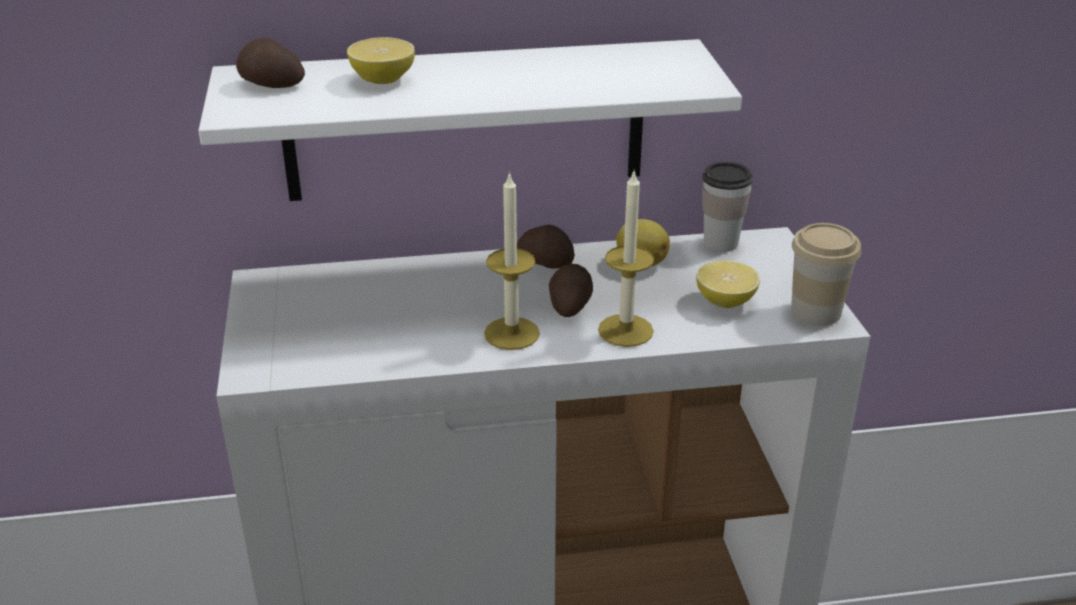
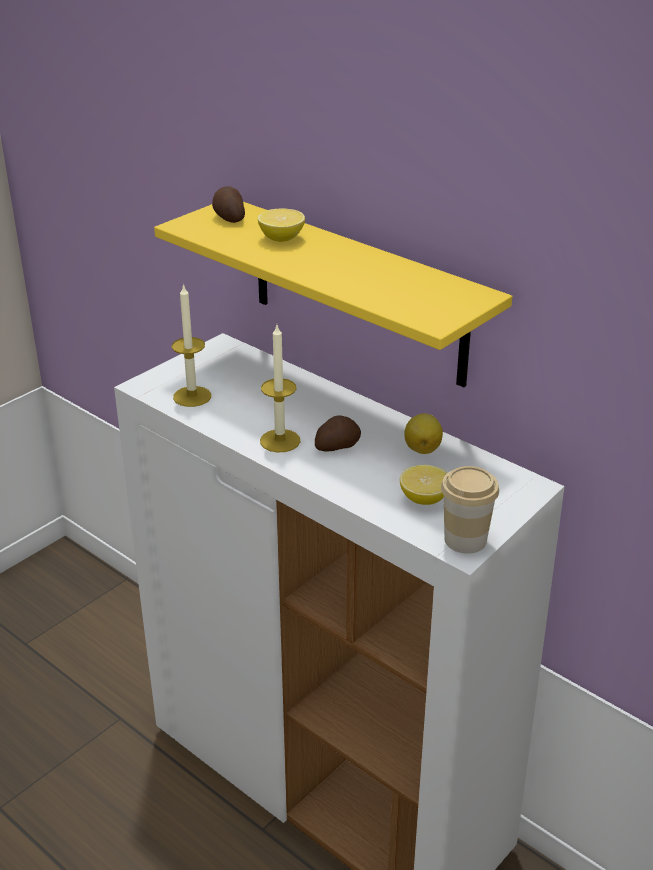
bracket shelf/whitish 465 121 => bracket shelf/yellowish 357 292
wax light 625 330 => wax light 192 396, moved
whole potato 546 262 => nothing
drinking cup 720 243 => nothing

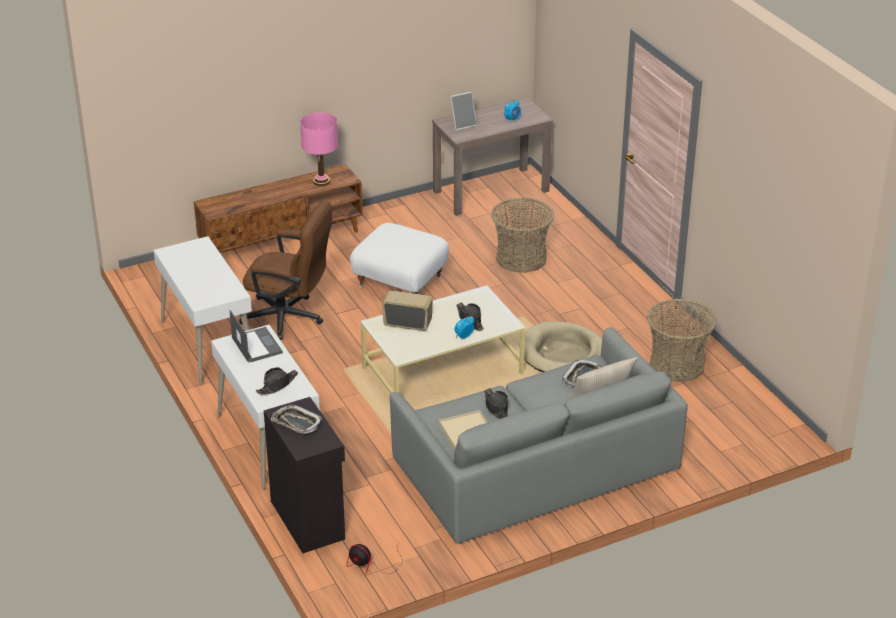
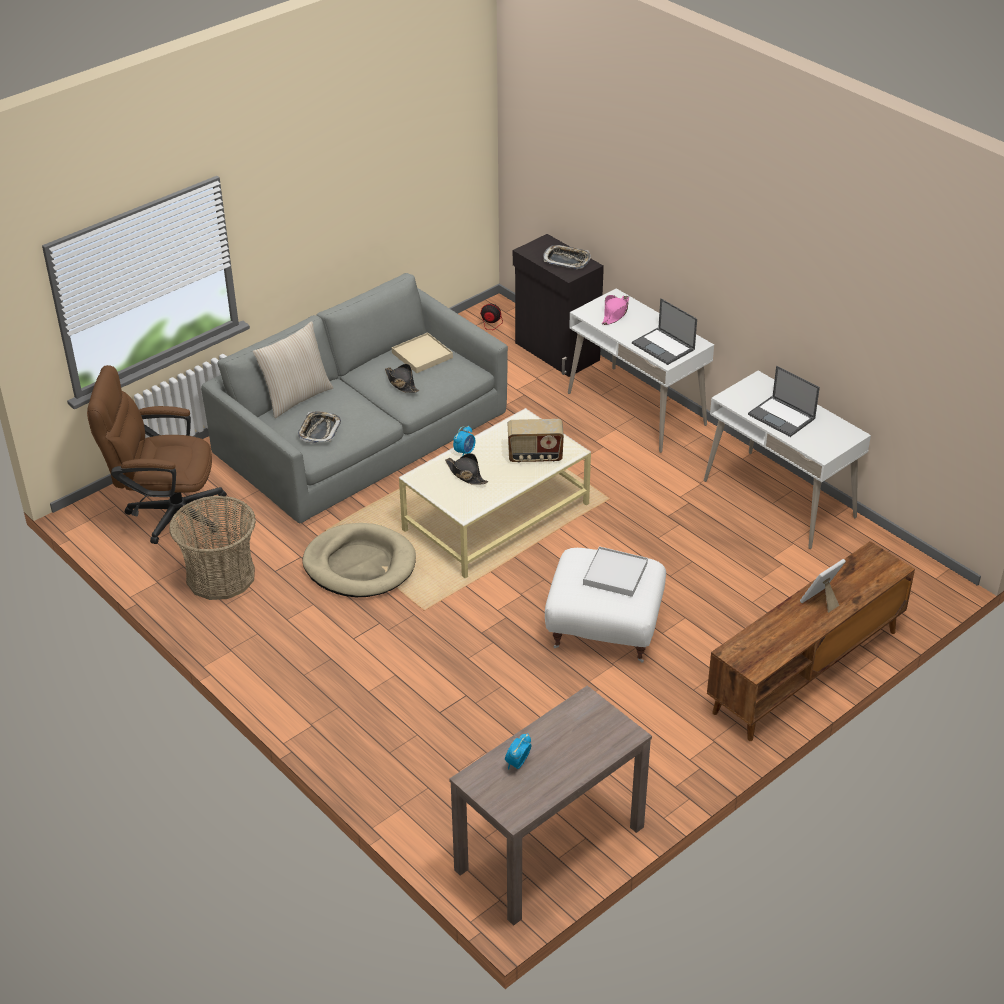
computer chair/brownish 290 318 => computer chair/brownish 167 513, moved
nothing => tray/whitish 615 574
hat/blackish 277 385 => hat/pinkish 615 313
nothing => notebook computer 782 417
picture frame 463 124 => picture frame 821 601, moved
lamp for a table/pinkish 321 181 => nothing
storage basket 521 258 => nothing

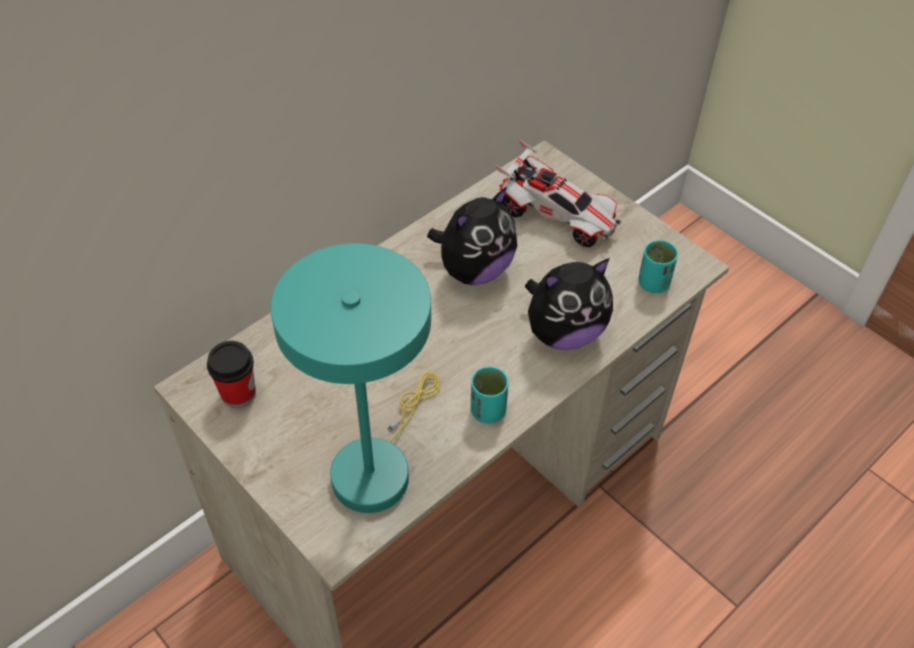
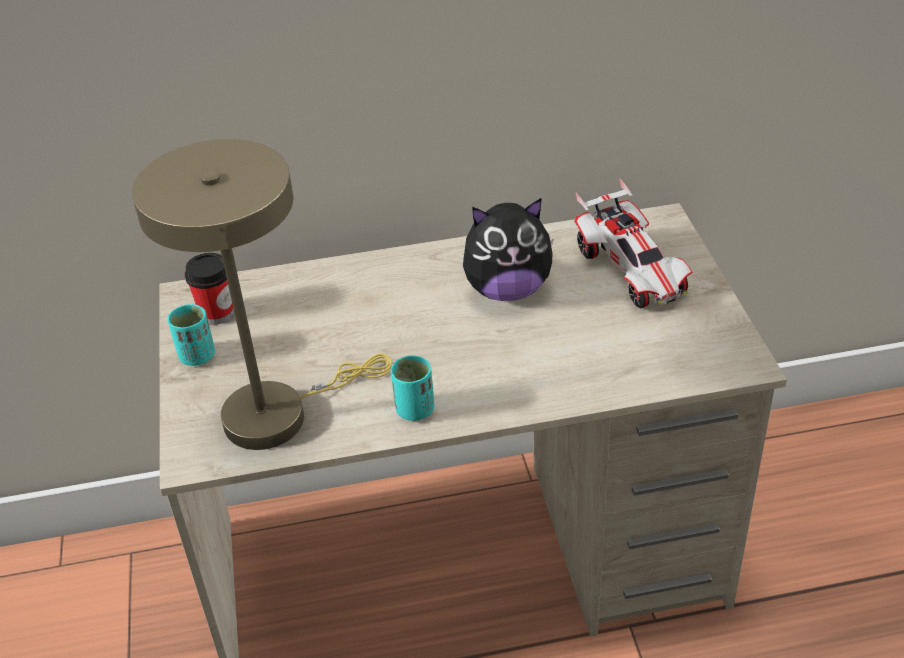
lamp for a table/blue-green 376 466 => lamp for a table/sand-coloured 278 413
drinking cup/blue-green 653 283 => drinking cup/blue-green 197 356, moved
soft toy 563 332 => nothing

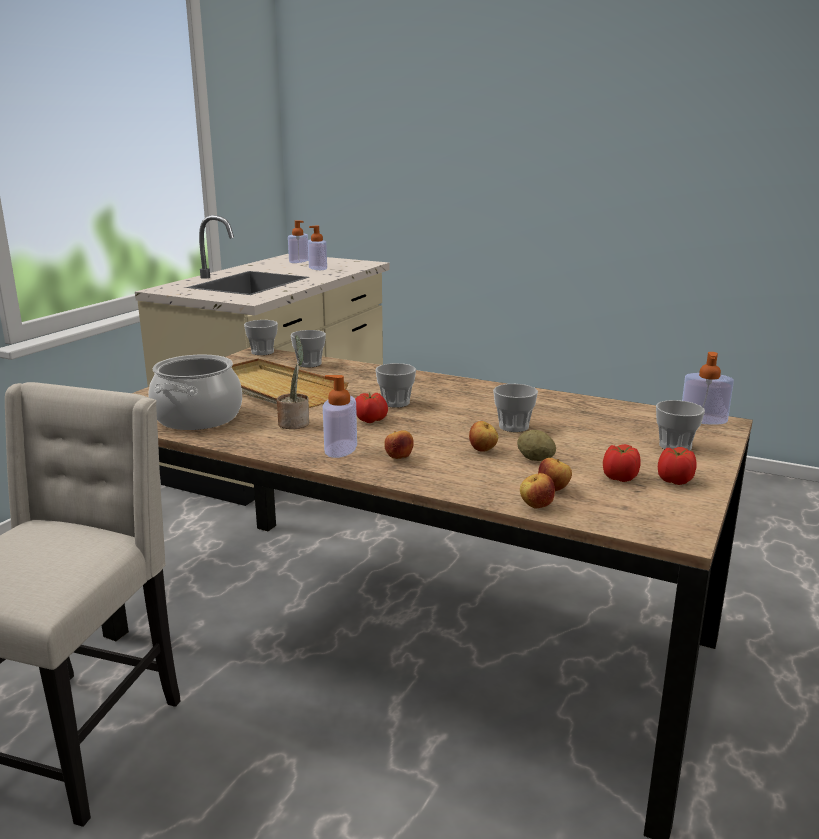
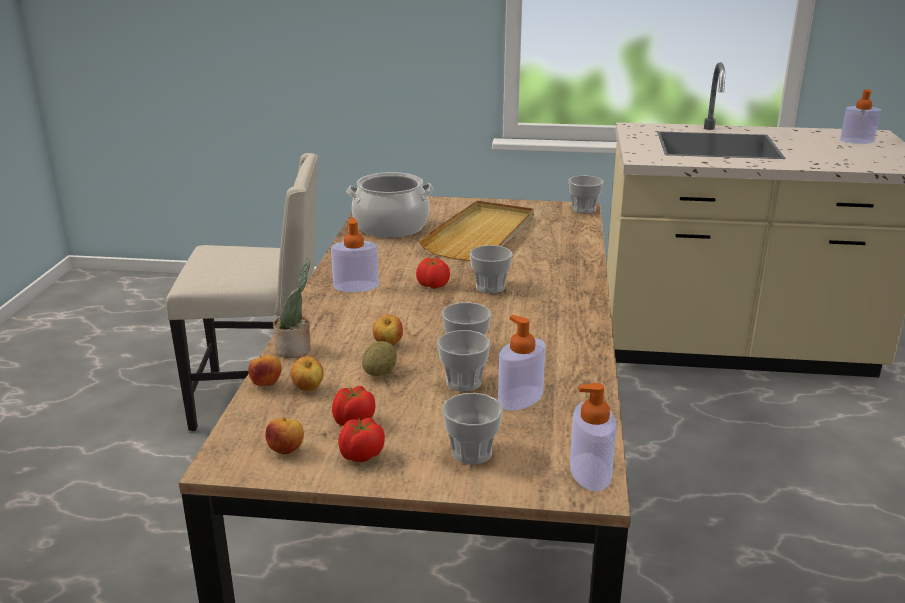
apple 398 458 => apple 287 450, moved
potted plant 295 423 => potted plant 296 349, moved
drinking cup 309 364 => drinking cup 463 382, moved
liquid soap bottle 318 268 => liquid soap bottle 520 398, moved

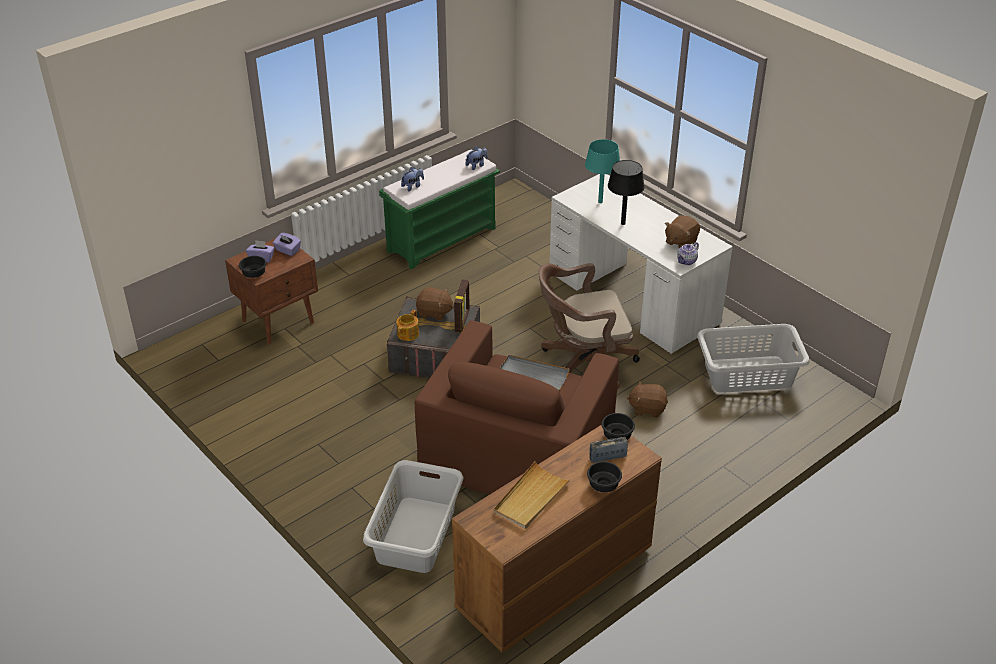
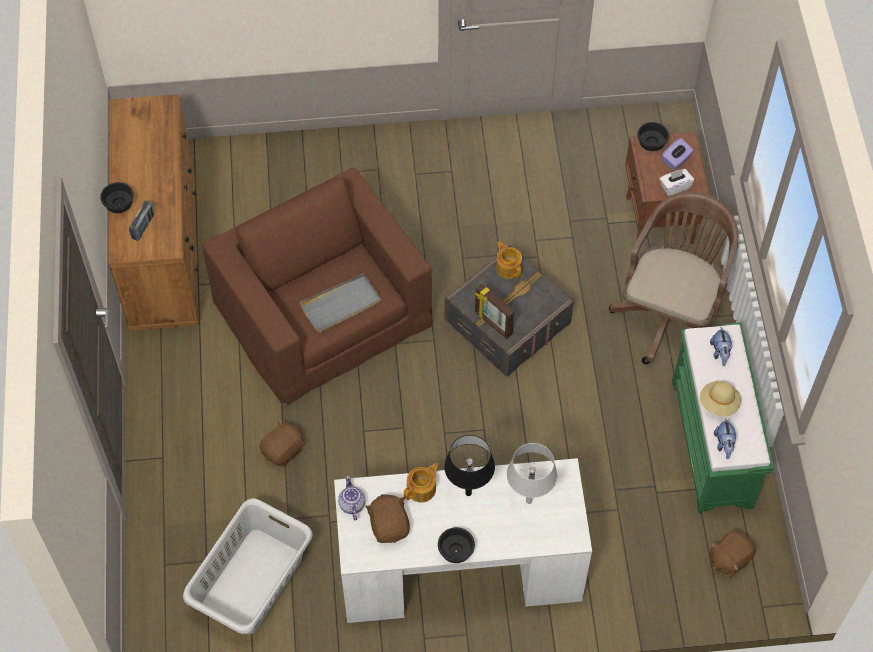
nothing => pot for tea 422 489
bowl/blackish 616 435 => bowl/blackish 457 550, moved
lamp for a table/blue-green 600 202 => lamp for a table/grey 528 500
computer chair/brownish 582 366 => computer chair/brownish 670 313, moved
box of tissues/purple-coloured 287 250 => box of tissues/whitish 675 187
nothing => hat/sand-coloured 719 403
soft toy/brownish 434 313 => soft toy/brownish 729 559, moved
hamper/grey 415 535 => nothing
tray/sand-coloured 531 498 => nothing

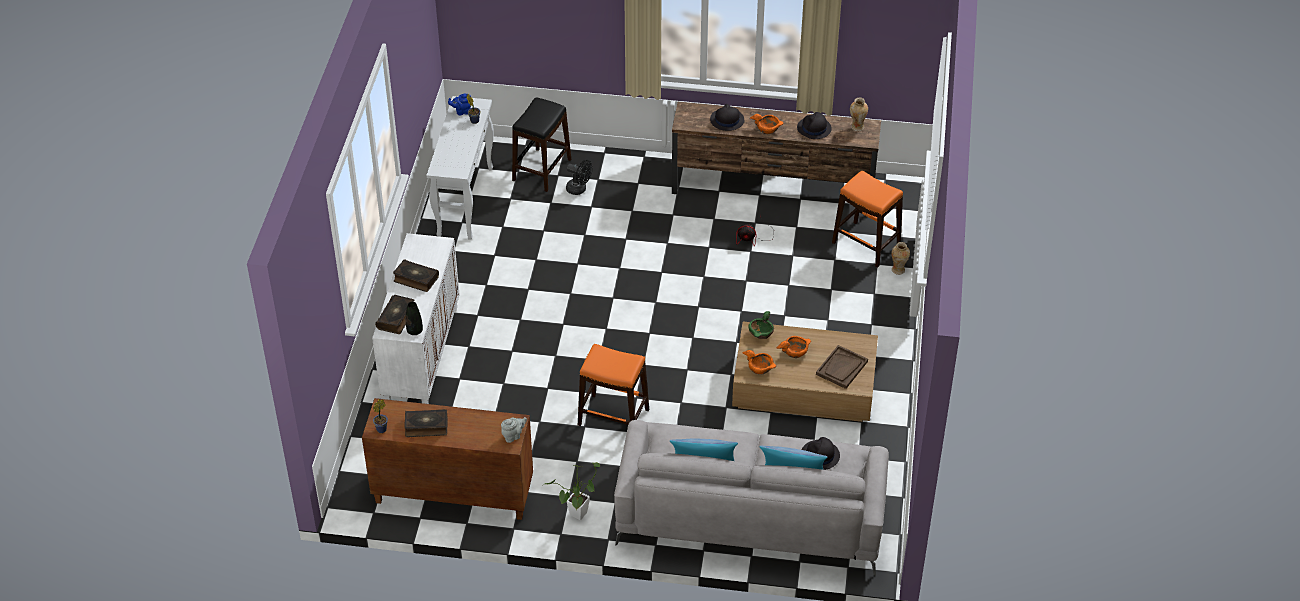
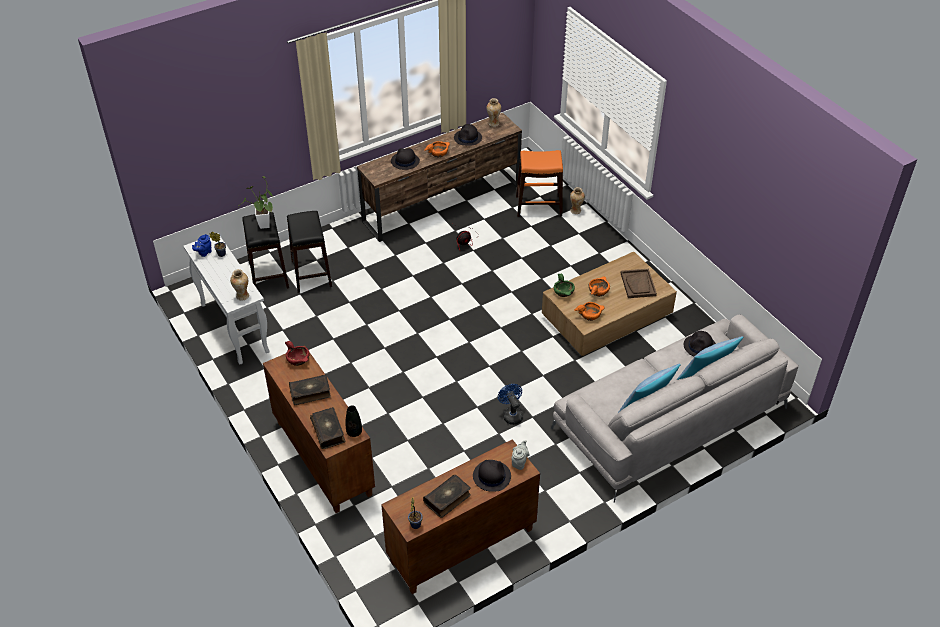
nothing => flower vase 242 296
potted plant 576 517 => potted plant 264 227, moved
cabinet/whitish 421 354 => cabinet/brownish 322 458
nothing => bowl/reddish 298 359
electric fan/blackish 579 189 => sitting stool/blackish 311 273
nothing => hat/blackish 491 476
sitting stool/orange-coloured 613 417 => electric fan/blue 511 414

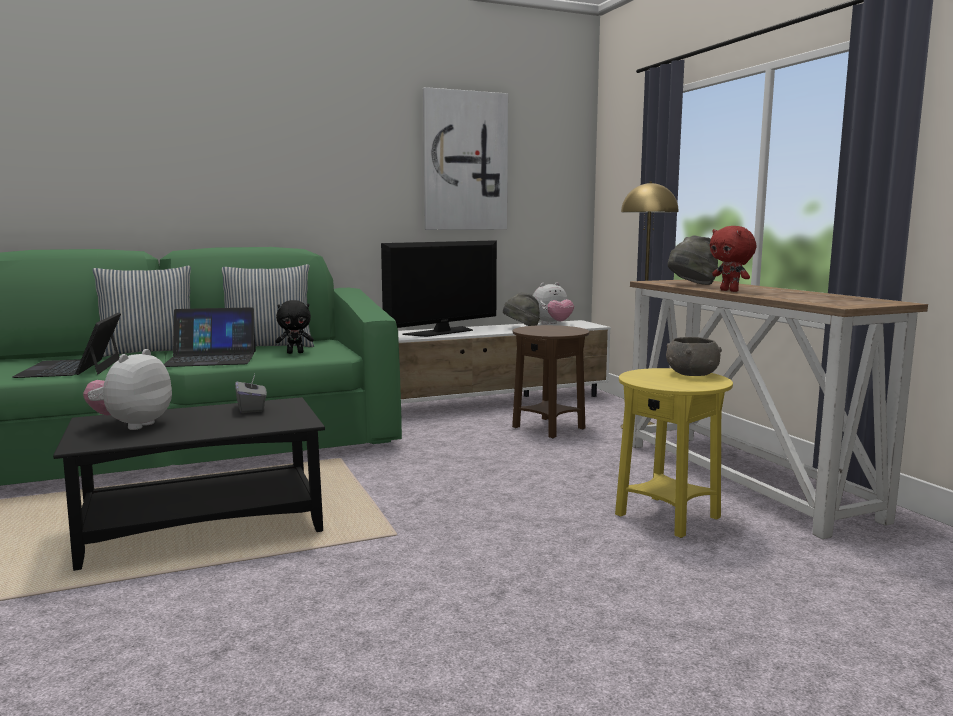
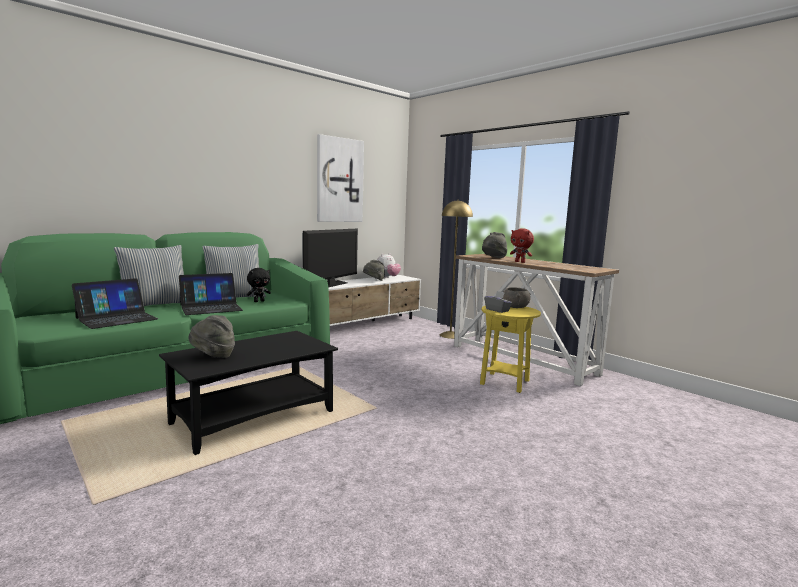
notebook computer 72 368 => notebook computer 117 318, 105 degrees counterclockwise
soft toy 132 425 => hat/grey 213 356
box of tissues/grey 252 408 => box of tissues/grey 497 310, moved
end table/brownish 549 428 => nothing

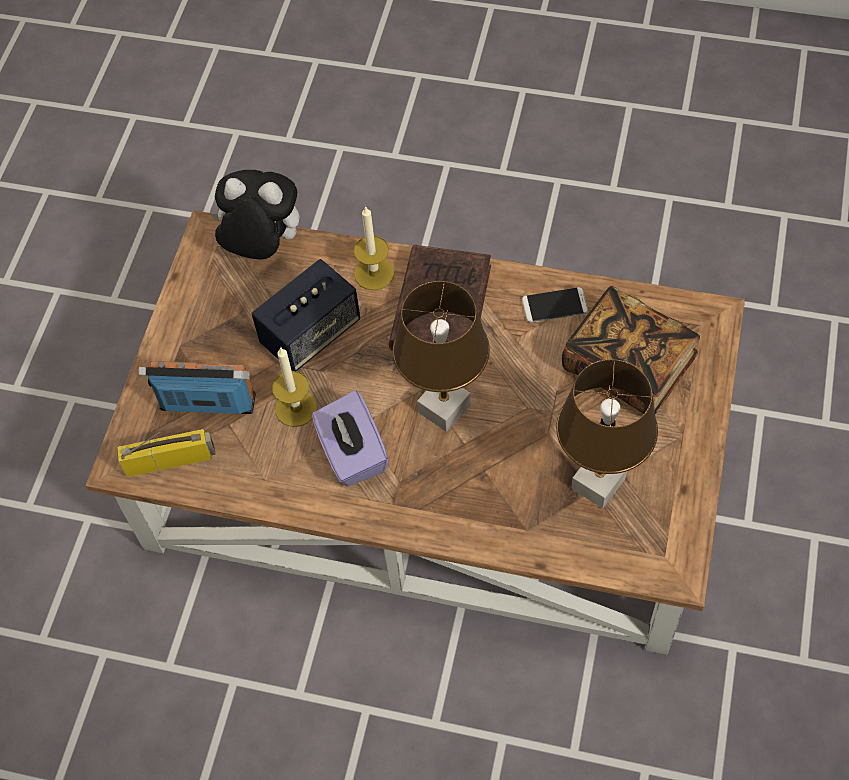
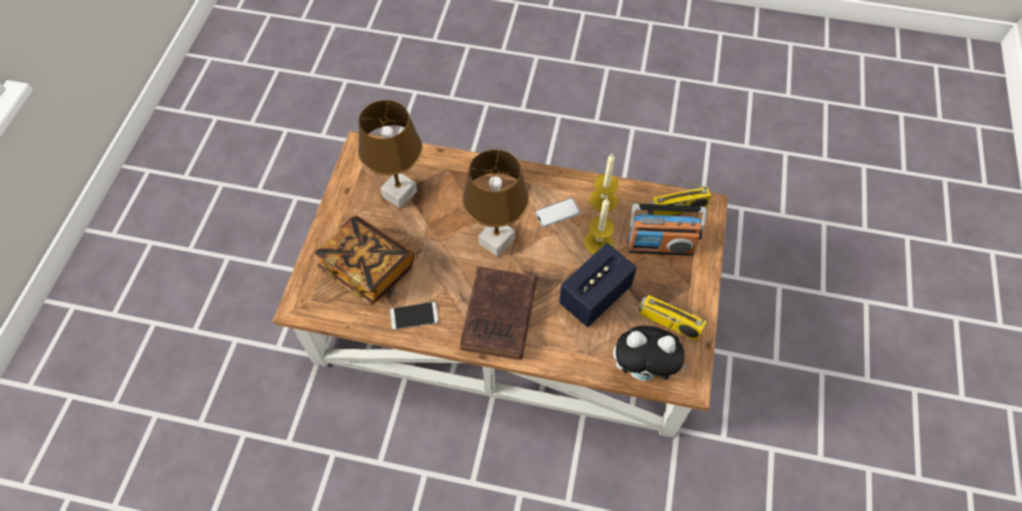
box of tissues/purple-coloured 352 453 => handset 557 212
wax light 374 273 => wax light 603 200, moved
nothing => radio 668 323

